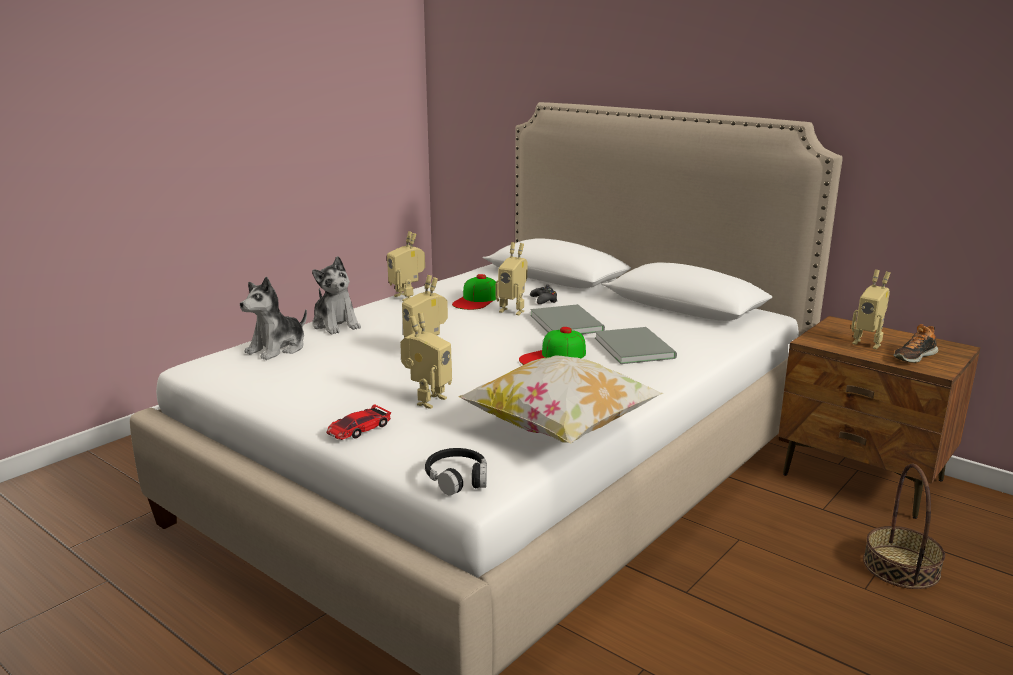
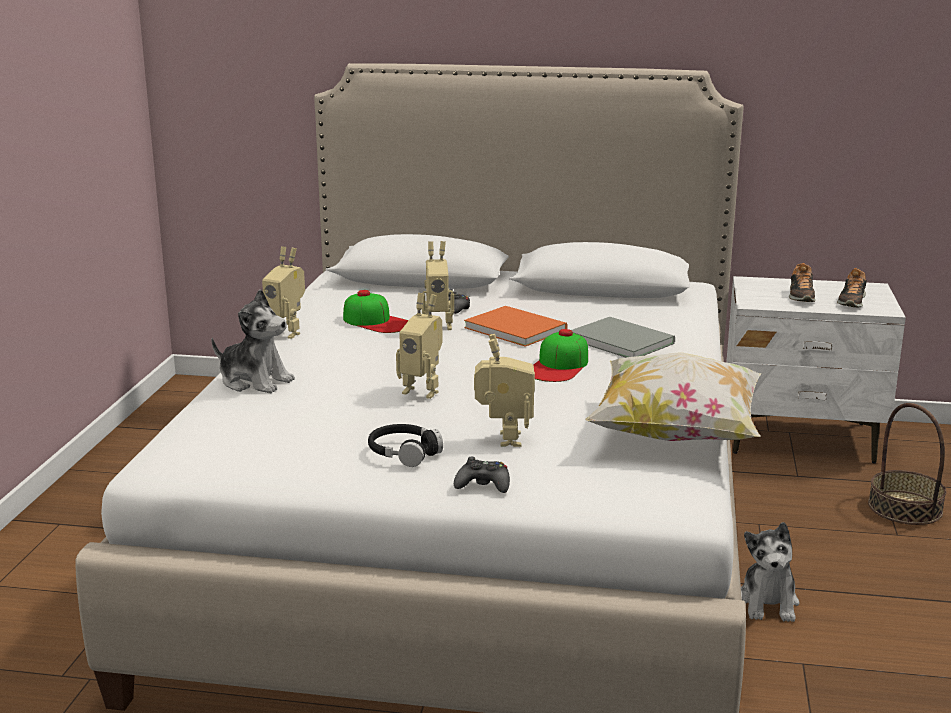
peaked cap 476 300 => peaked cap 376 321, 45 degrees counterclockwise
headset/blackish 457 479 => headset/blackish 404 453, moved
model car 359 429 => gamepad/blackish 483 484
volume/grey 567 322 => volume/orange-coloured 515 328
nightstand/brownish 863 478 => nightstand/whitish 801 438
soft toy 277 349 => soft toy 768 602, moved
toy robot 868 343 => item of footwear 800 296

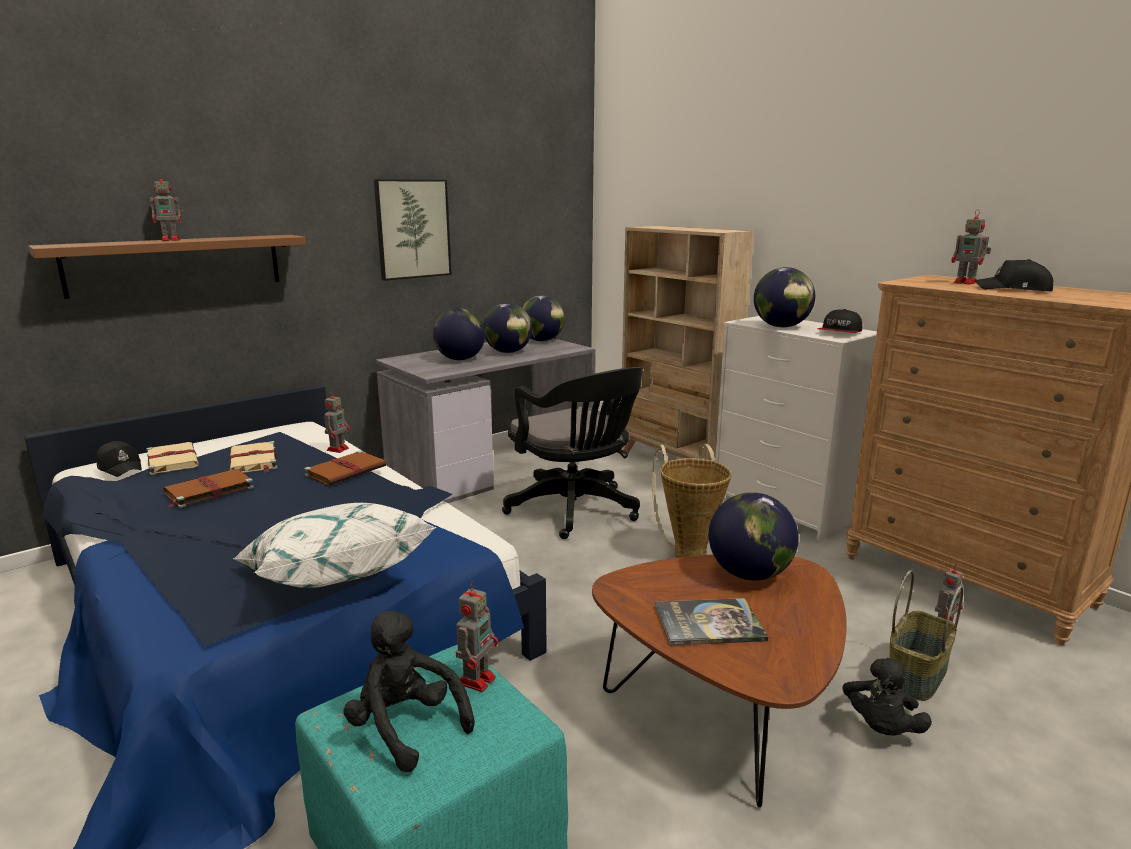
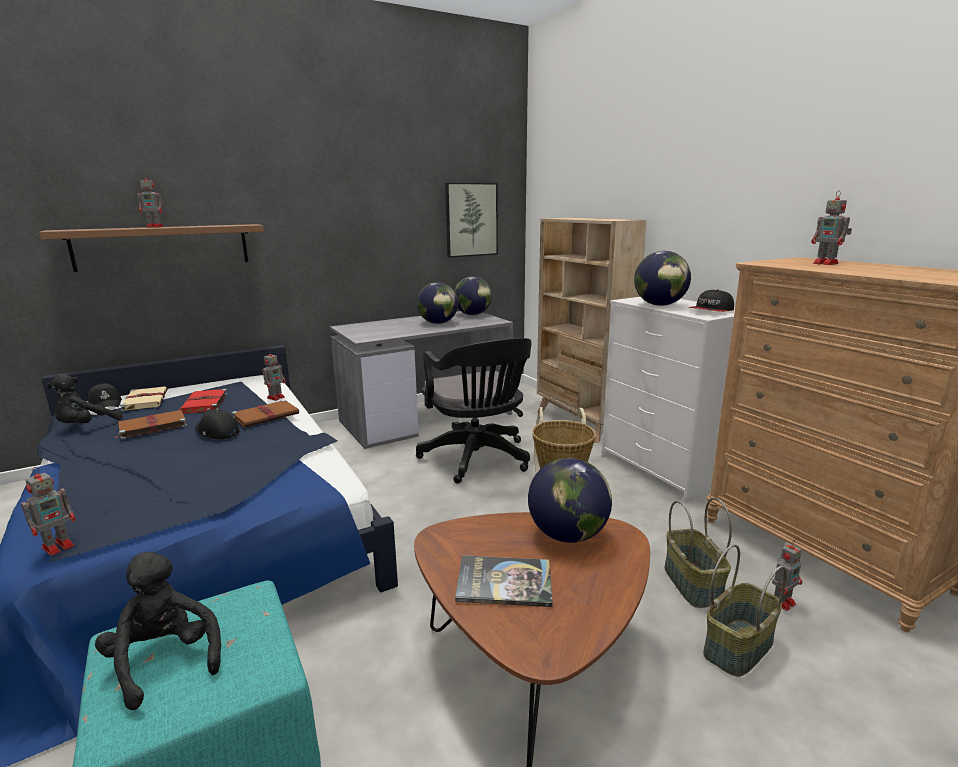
toy robot 477 679 => toy robot 59 546, moved
soft toy/blackish 881 728 => soft toy/blackish 86 426, moved
volume/sand-coloured 253 461 => volume/reddish 204 404
peaked cap/blackish 1014 289 => peaked cap/blackish 216 432, moved
wall art 413 229 => wall art 471 220, moved
nothing => storage basket 694 584
cushion/whitish 333 576 => nothing
globe 460 359 => nothing

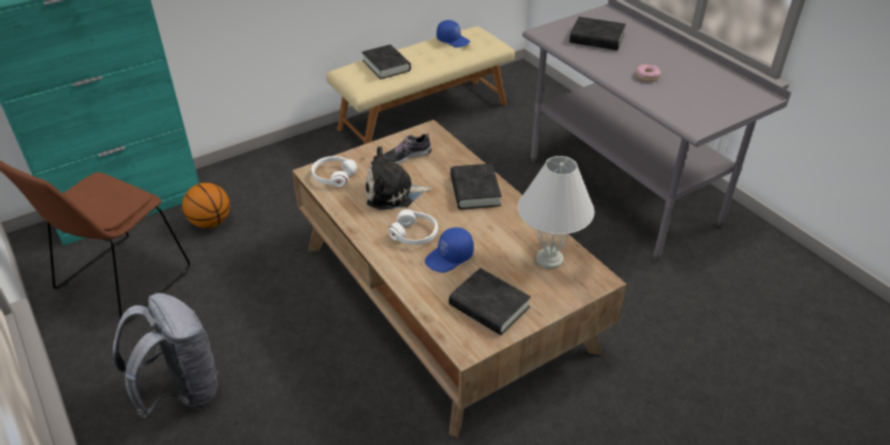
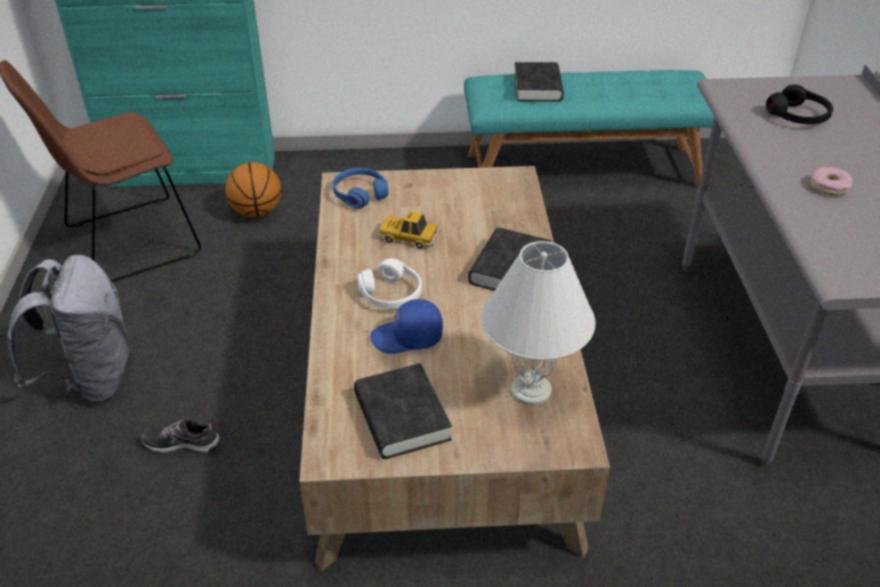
item of footwear 406 156 => item of footwear 182 443, moved
headset/whitish 333 176 => headset/blue 360 194
soft toy 393 193 => model car 408 237
long seat/sand-coloured 423 115 => long seat/blue-green 583 169
volume/blackish 596 39 => headset/blackish 798 116
peaked cap/blue 453 40 => nothing

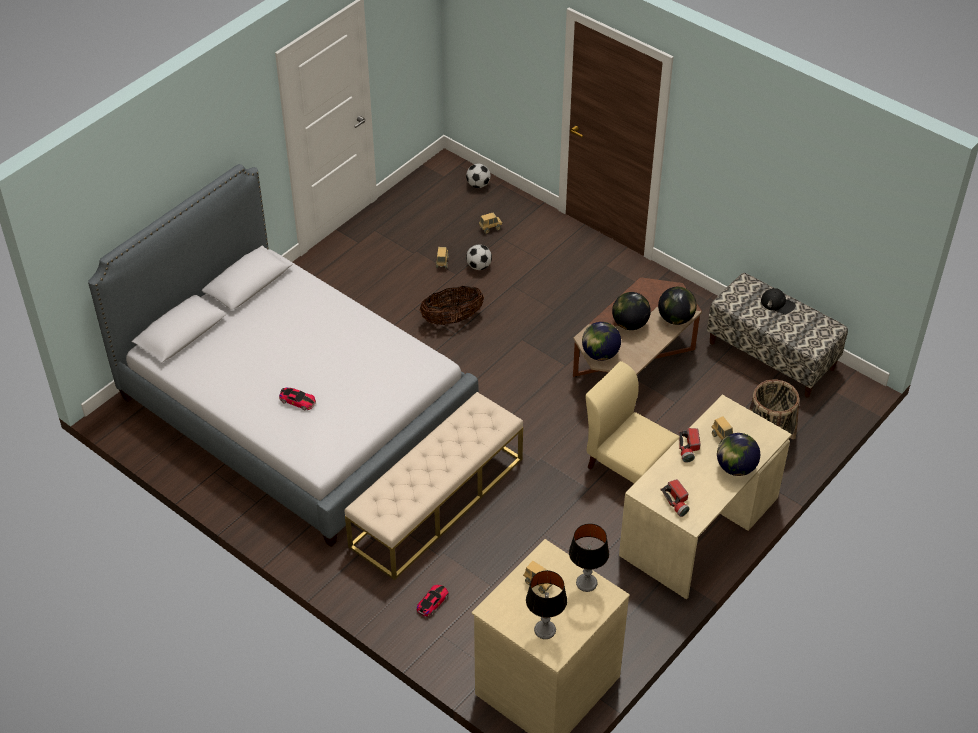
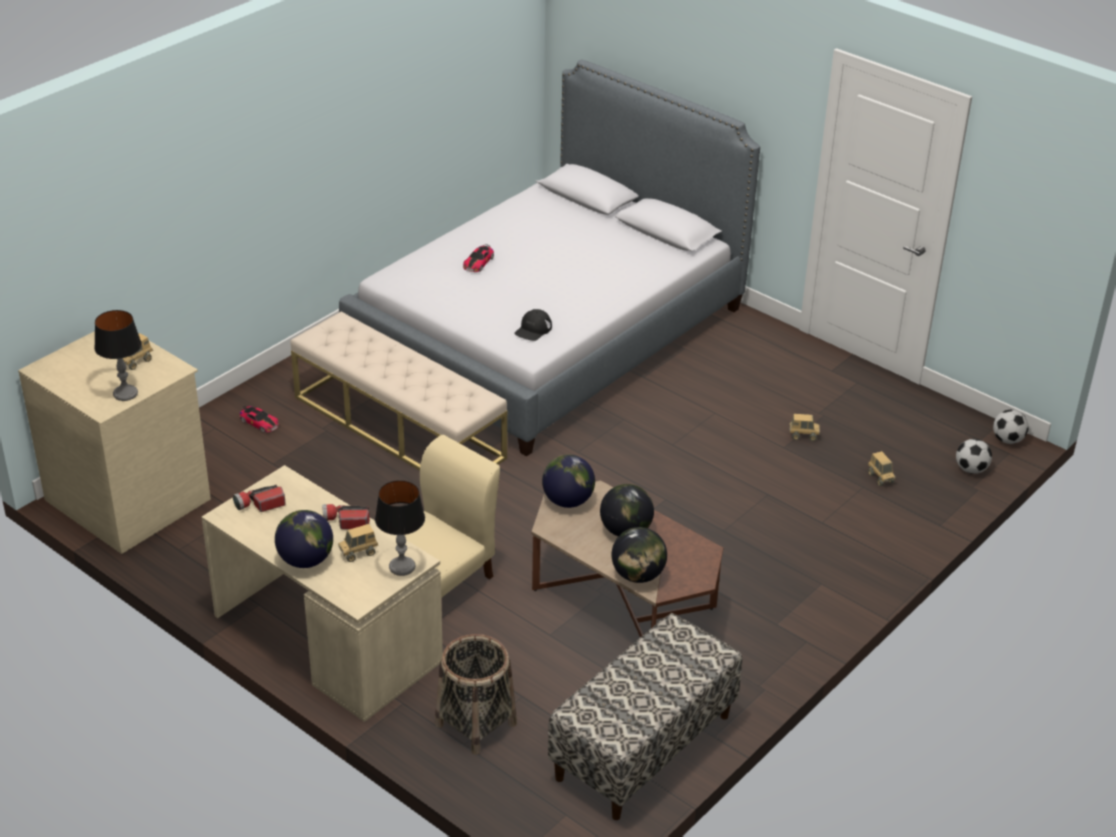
lamp for a table 545 630 => lamp for a table 402 567, moved
peaked cap/blackish 777 303 => peaked cap/blackish 533 329, moved
ball for football 479 266 => ball for football 1007 440, moved
storage basket 452 319 => nothing

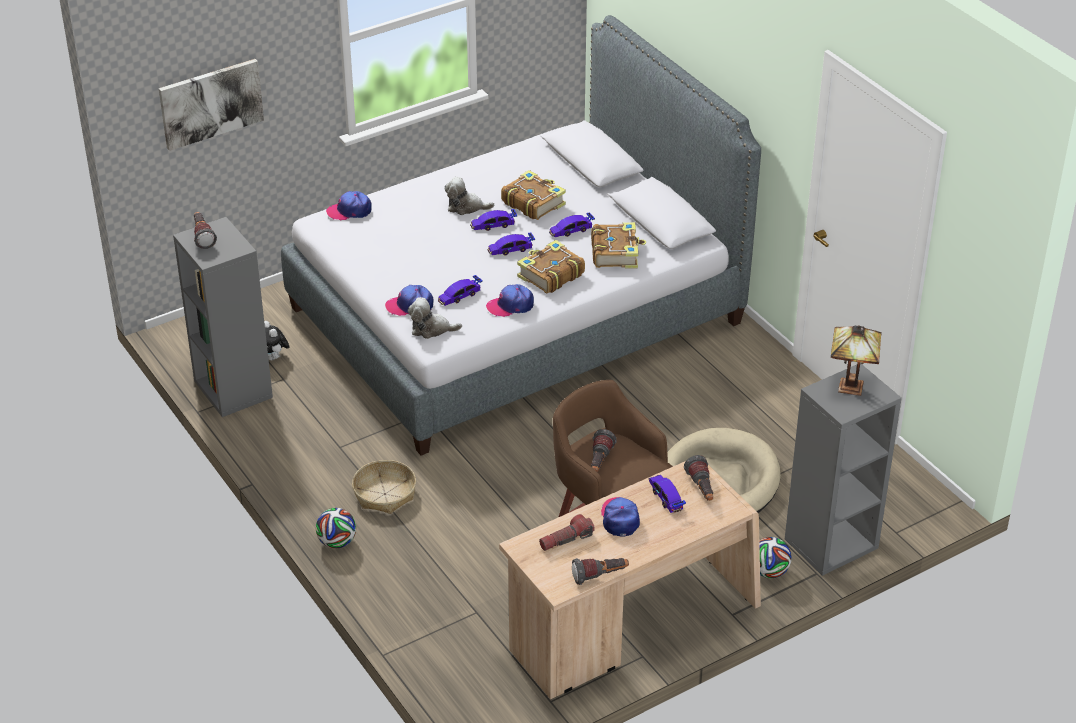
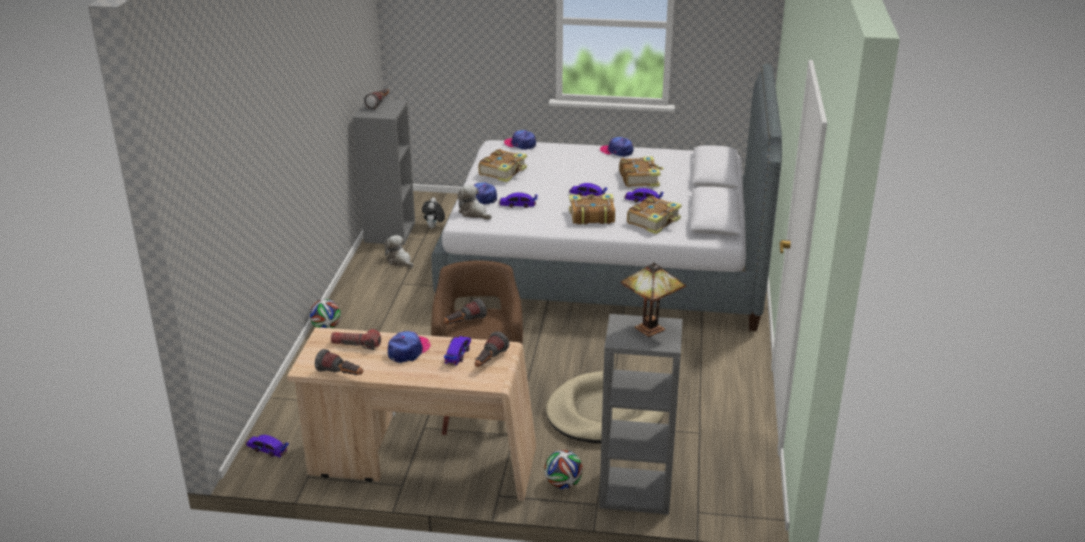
model car 493 225 => model car 267 450, moved
soft toy 466 207 => soft toy 400 261, moved
nothing => volume 503 172
peaked cap 510 305 => peaked cap 617 151, moved
wall art 211 103 => nothing
storage basket 384 494 => nothing

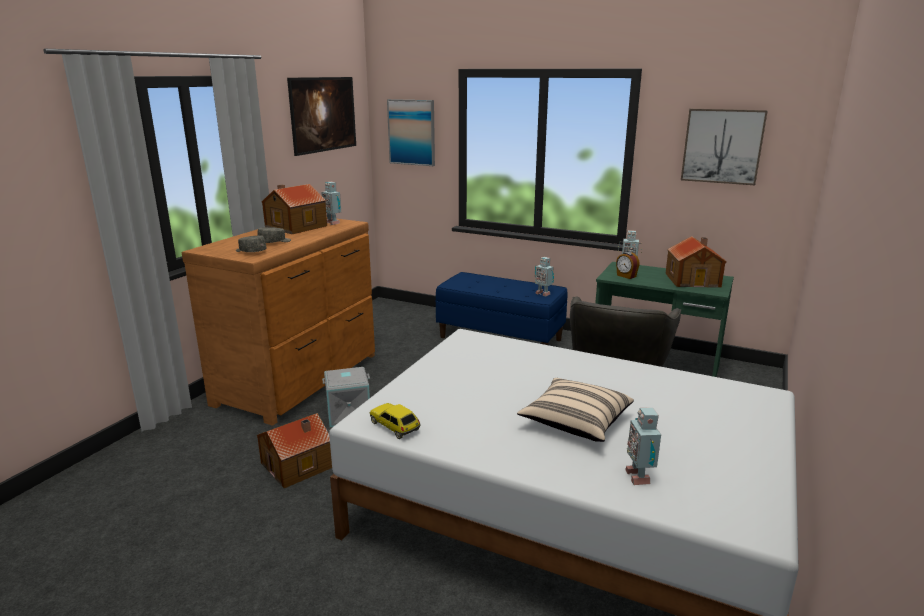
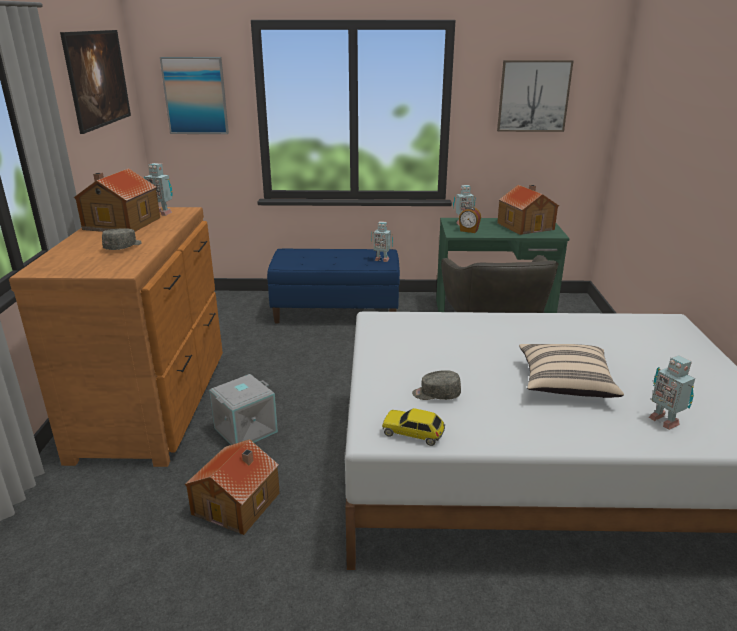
peaked cap/grey 250 251 => peaked cap/grey 436 394, moved

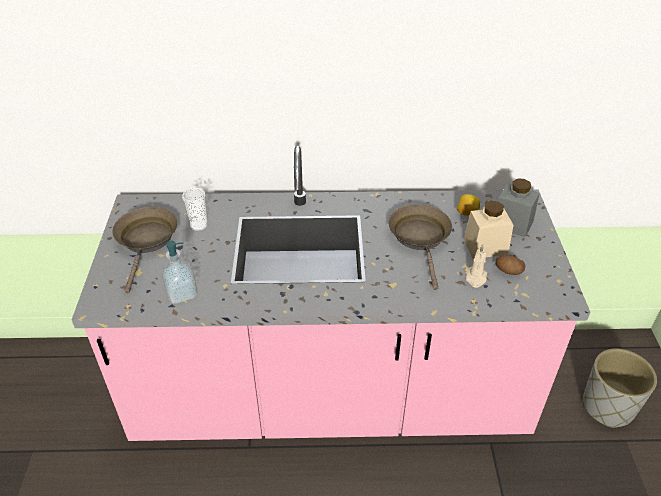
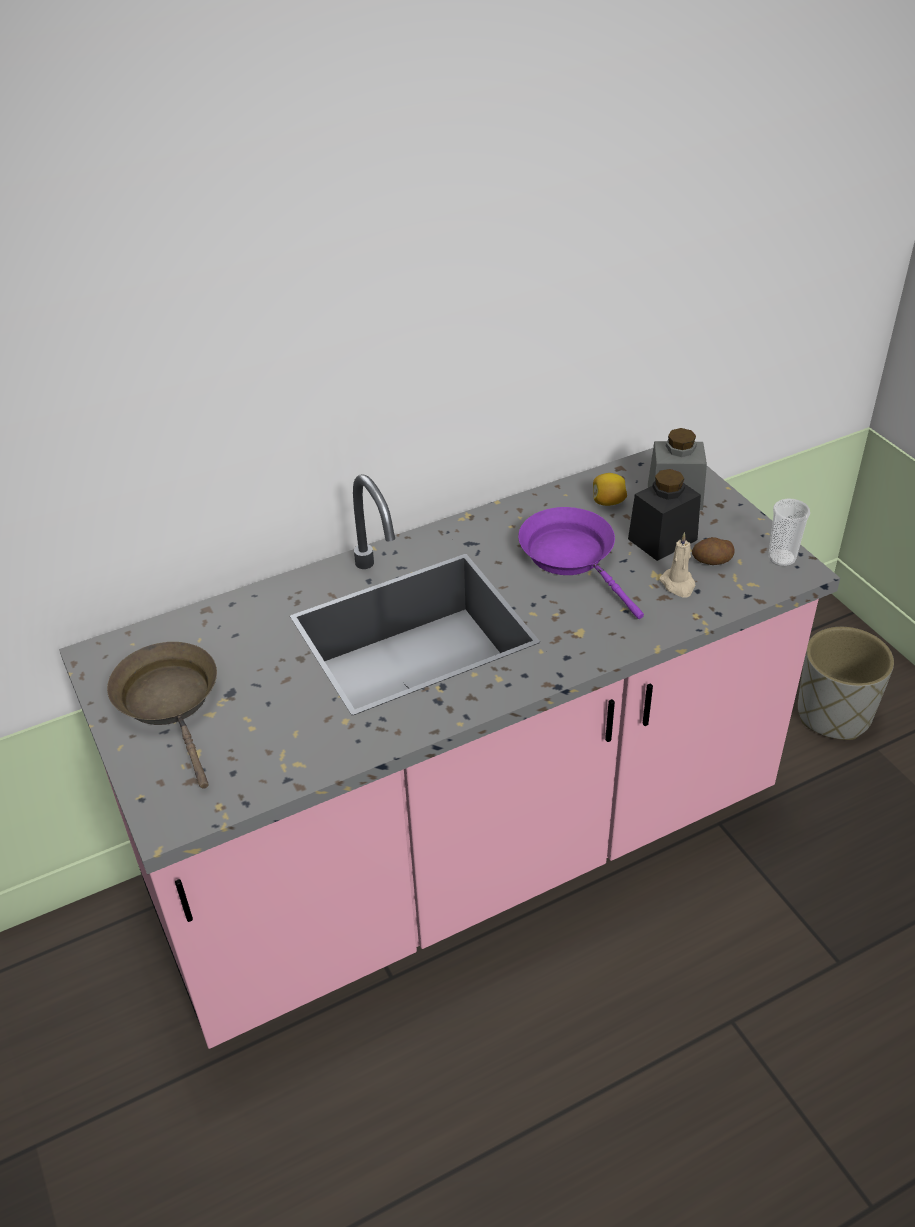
skillet/brownish 420 238 => skillet/purple-coloured 572 557
storage jar/sand-coloured 485 247 => storage jar/blackish 662 539
drinking cup 199 225 => drinking cup 781 558, moved
liquid soap bottle 182 293 => nothing

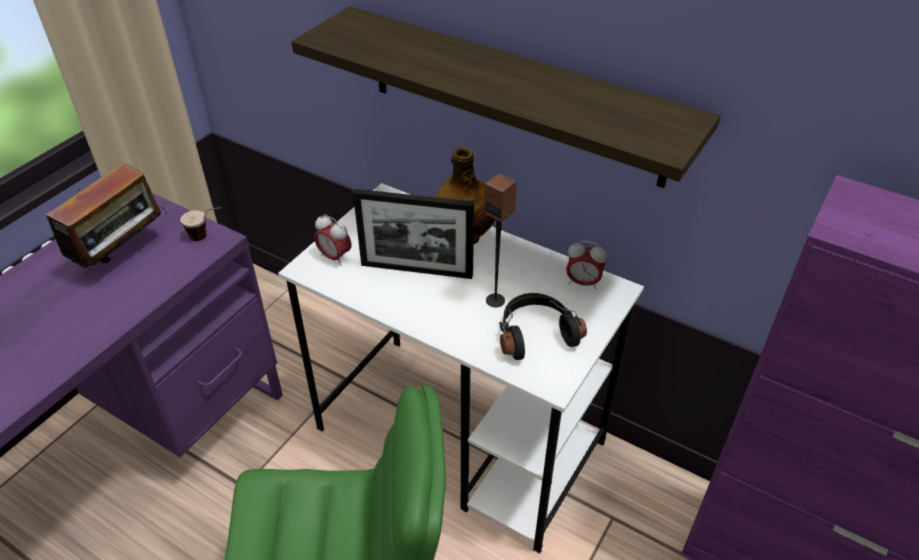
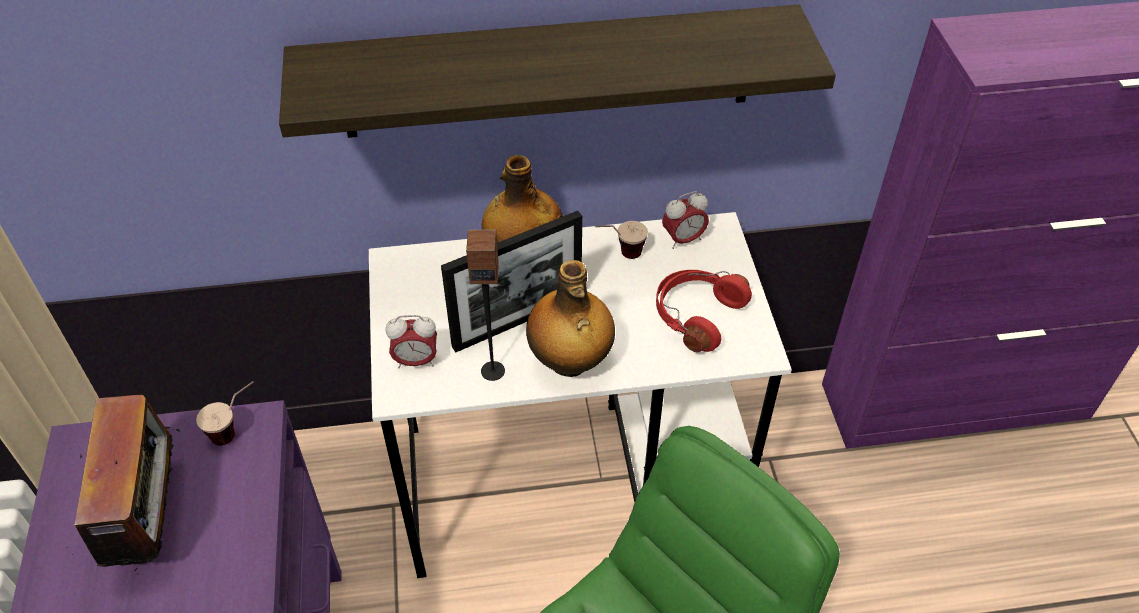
speaker 495 300 => speaker 493 370, moved
nothing => drink bottle 569 362
nothing => drinking cup 619 255
headset/blackish 535 333 => headset/reddish 696 315

